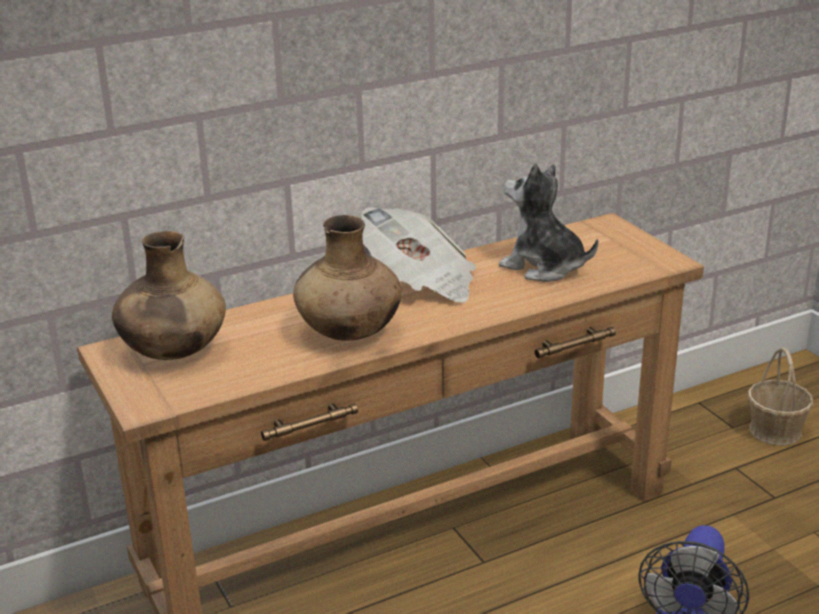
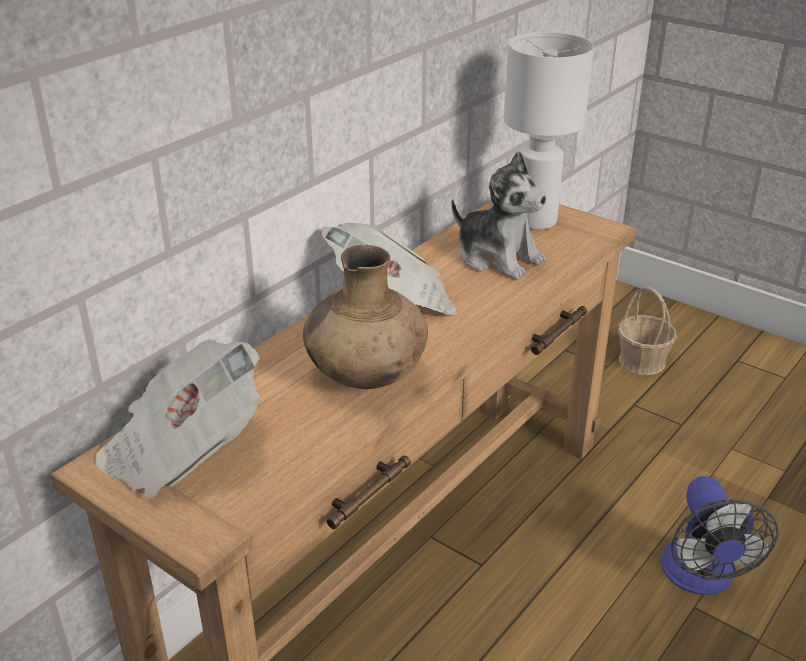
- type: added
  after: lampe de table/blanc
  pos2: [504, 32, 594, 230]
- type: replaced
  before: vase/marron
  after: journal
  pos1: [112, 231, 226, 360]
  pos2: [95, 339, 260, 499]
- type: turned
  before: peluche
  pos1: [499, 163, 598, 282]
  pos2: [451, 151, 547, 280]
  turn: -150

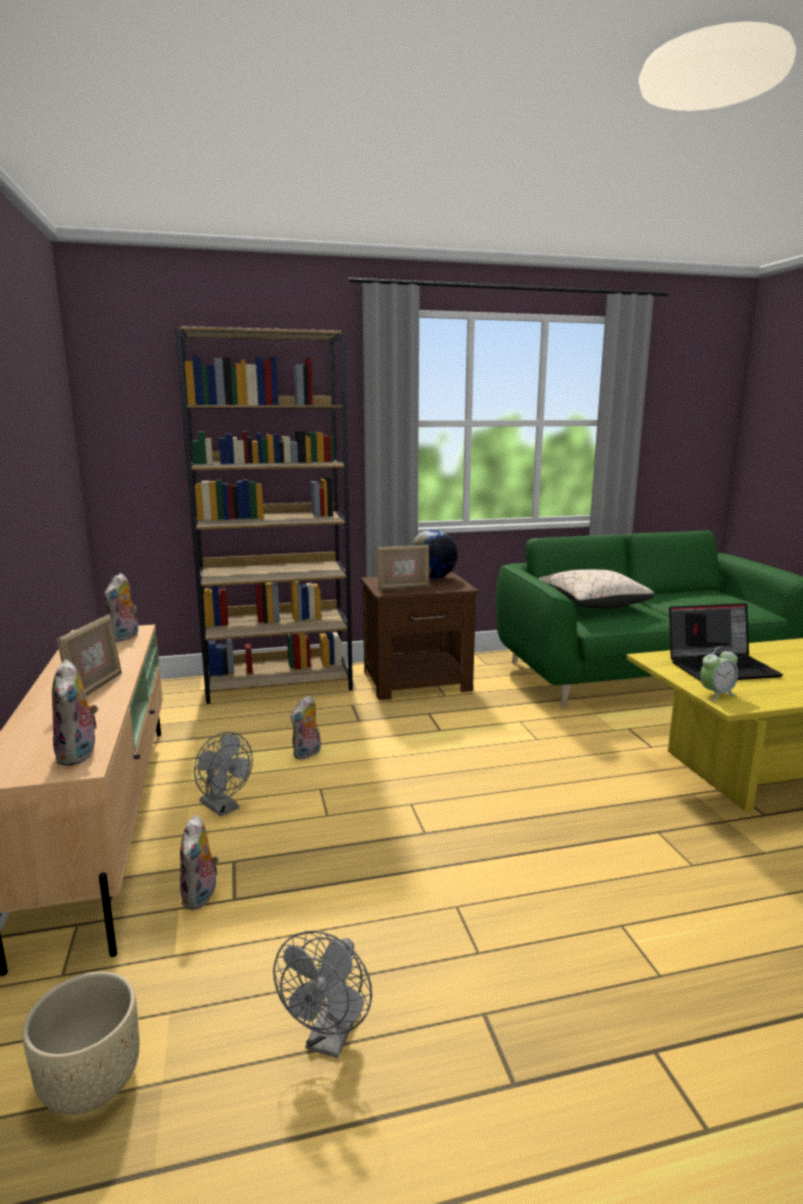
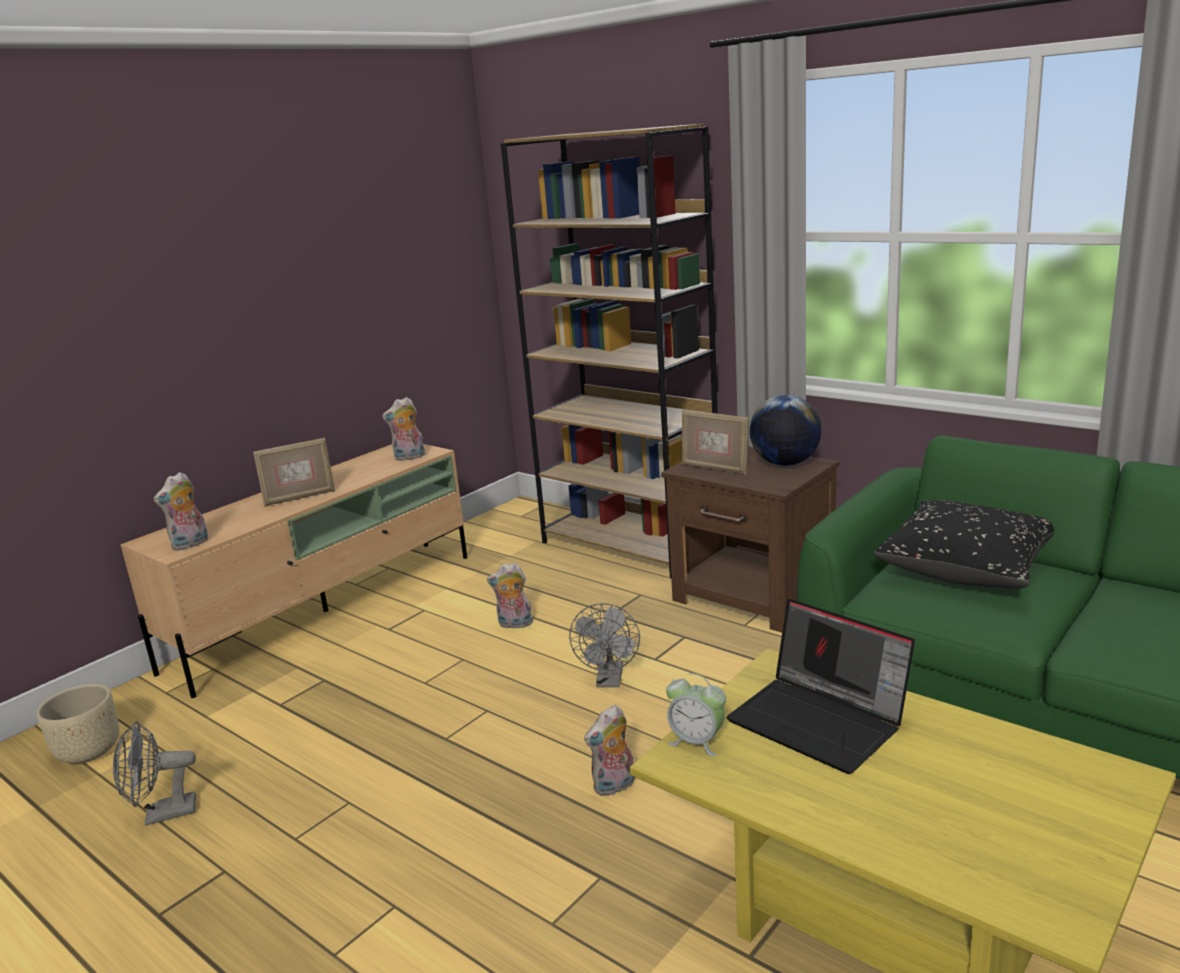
- type: moved
  before: peluche
  pos1: [180, 815, 219, 910]
  pos2: [584, 705, 635, 797]
- type: moved
  before: ventilateur/gris
  pos1: [194, 732, 253, 817]
  pos2: [569, 603, 640, 687]
- type: recoloured
  before: coussin/beige
  after: coussin/noir
  pos1: [539, 569, 655, 609]
  pos2: [874, 500, 1054, 588]

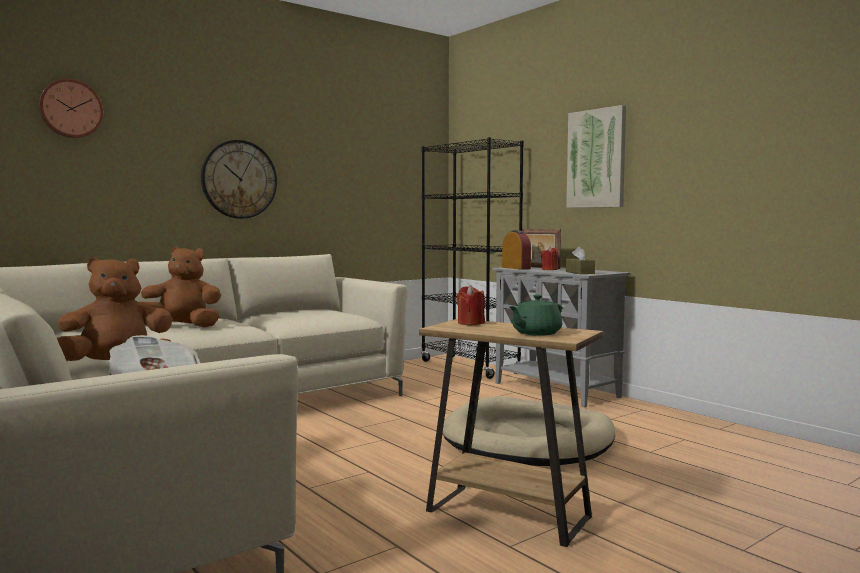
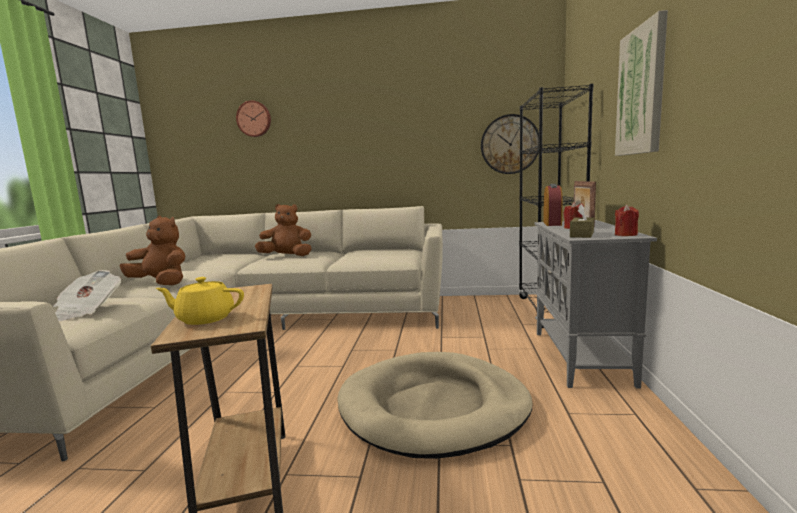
- type: moved
  before: horloge murale
  pos1: [201, 140, 277, 219]
  pos2: [481, 114, 539, 174]
- type: moved
  before: bougie/rouge
  pos1: [456, 285, 485, 325]
  pos2: [615, 205, 639, 236]
- type: recoloured
  before: théière/vert
  after: théière/jaune
  pos1: [509, 295, 562, 336]
  pos2: [156, 277, 244, 325]
- type: turned
  before: peluche/marron
  pos1: [138, 247, 221, 328]
  pos2: [255, 204, 312, 256]
  turn: -45

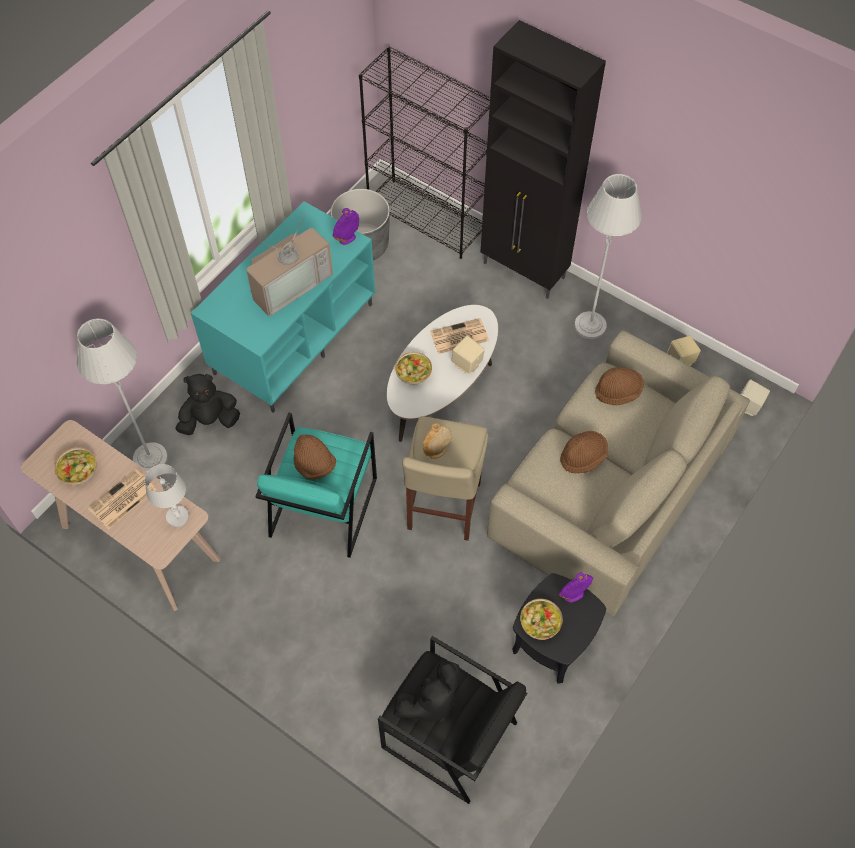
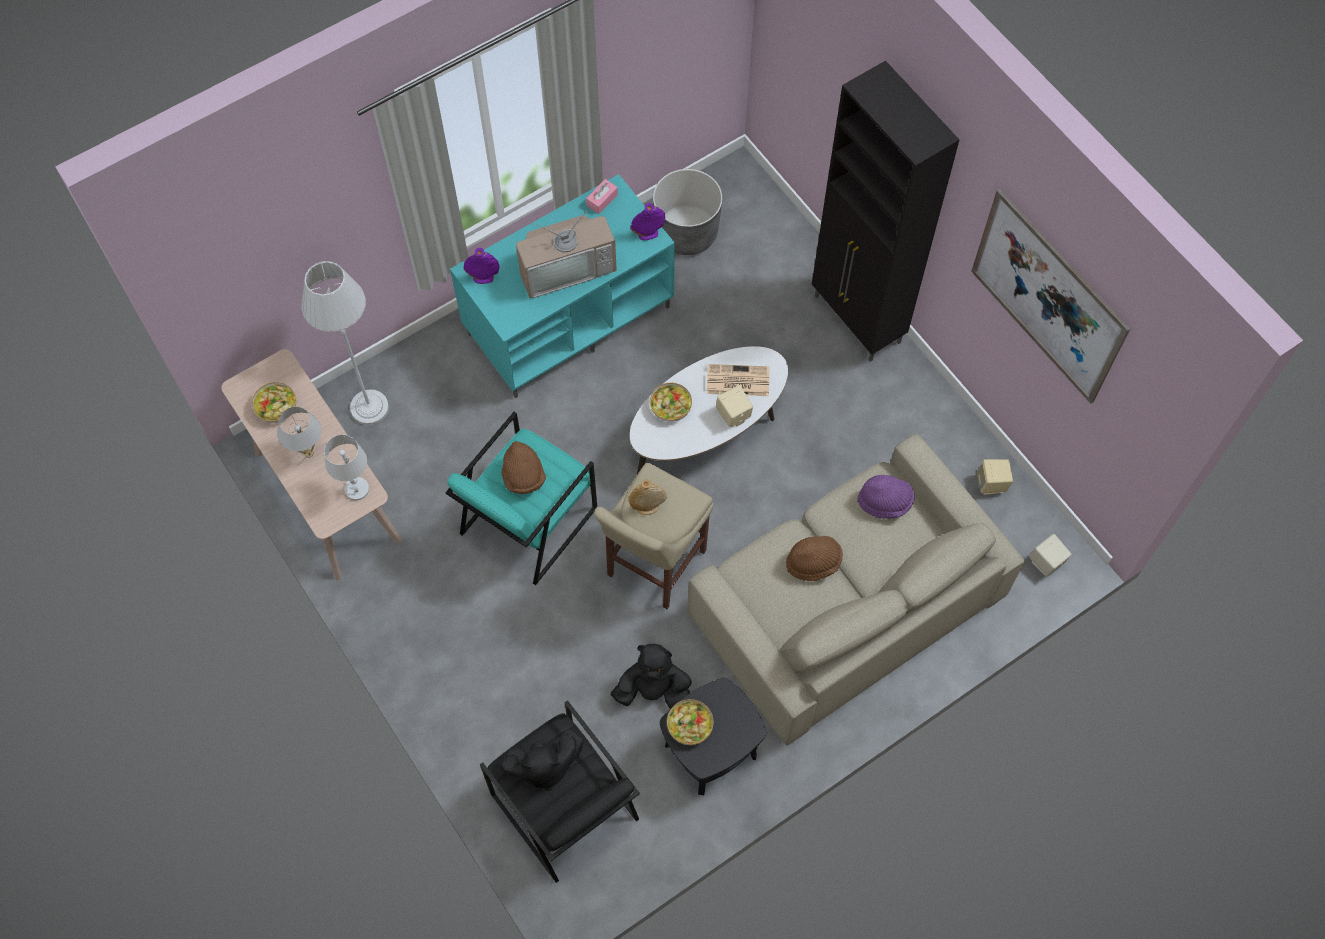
- type: removed
  before: bibliothèque/noir
  pos1: [359, 46, 490, 259]
- type: removed
  before: lampadaire/gris
  pos1: [574, 174, 642, 339]
- type: added
  after: boîte à mouchoirs/rose
  pos2: [586, 179, 618, 214]
- type: added
  after: tableau
  pos2: [971, 189, 1130, 404]
- type: moved
  before: peluche/noir
  pos1: [175, 374, 240, 435]
  pos2: [611, 644, 692, 709]
- type: moved
  before: vase/violet
  pos1: [559, 573, 593, 602]
  pos2: [464, 248, 500, 284]
- type: replaced
  before: journal
  after: lampe de table/blanc
  pos1: [88, 469, 157, 529]
  pos2: [277, 407, 321, 458]
- type: recoloured
  before: chapeau/marron
  after: chapeau/violet
  pos1: [595, 367, 644, 405]
  pos2: [857, 475, 915, 519]

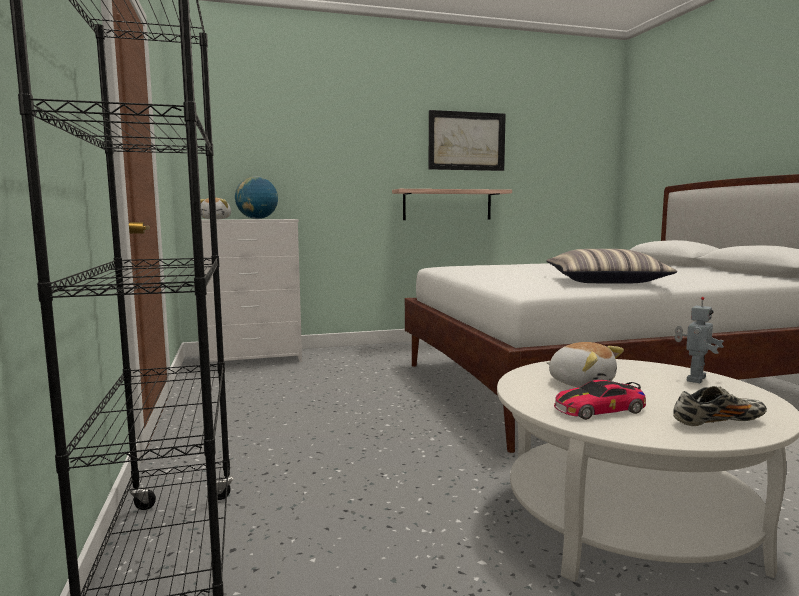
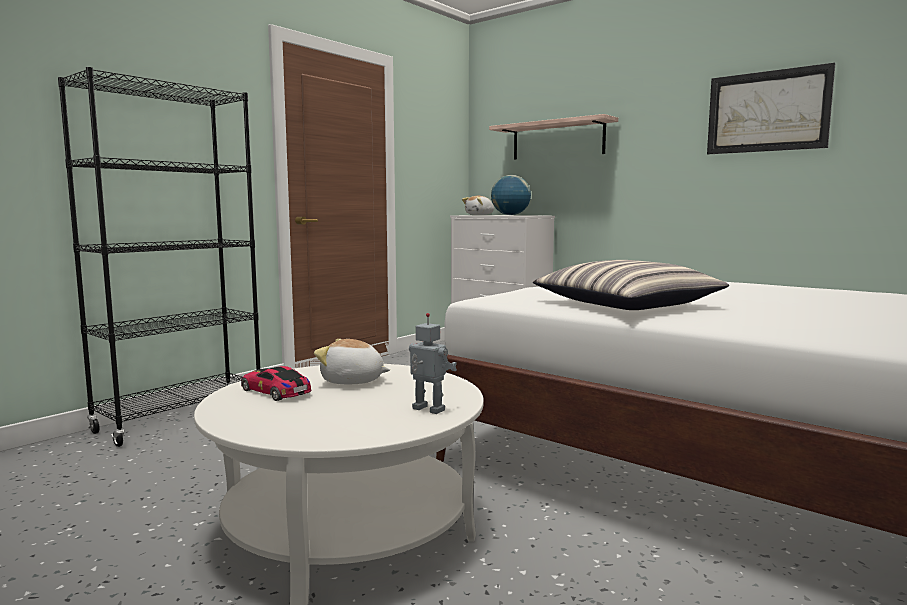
- type: removed
  before: chaussure
  pos1: [673, 386, 767, 426]
- type: moved
  before: étagère
  pos1: [392, 189, 512, 220]
  pos2: [489, 114, 618, 160]
- type: turned
  before: peluche
  pos1: [547, 342, 624, 387]
  pos2: [314, 339, 390, 384]
  turn: 90
- type: turned
  before: robot jouet
  pos1: [674, 297, 724, 383]
  pos2: [409, 313, 457, 414]
  turn: -150

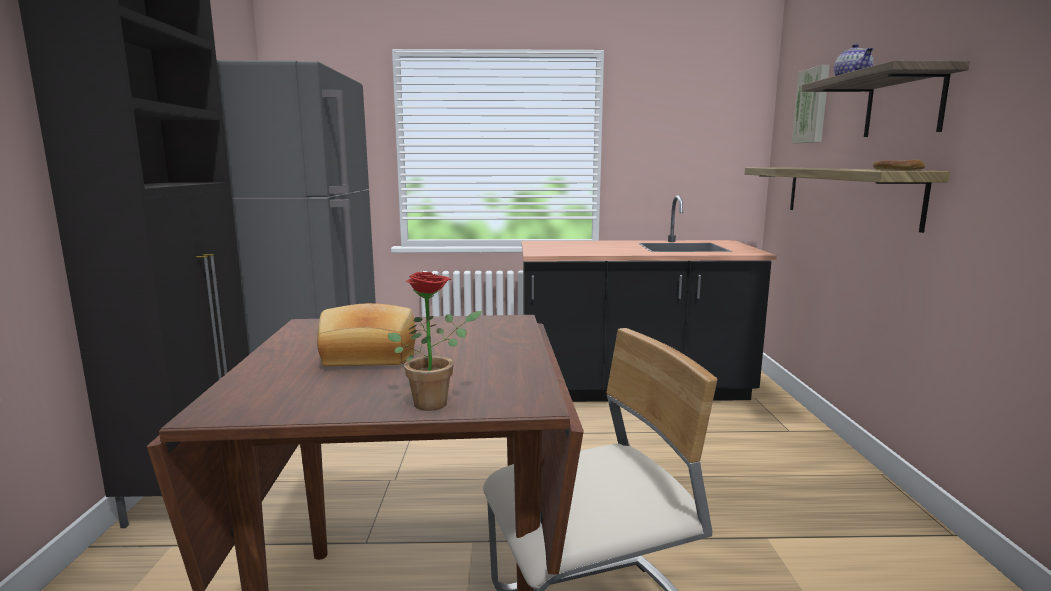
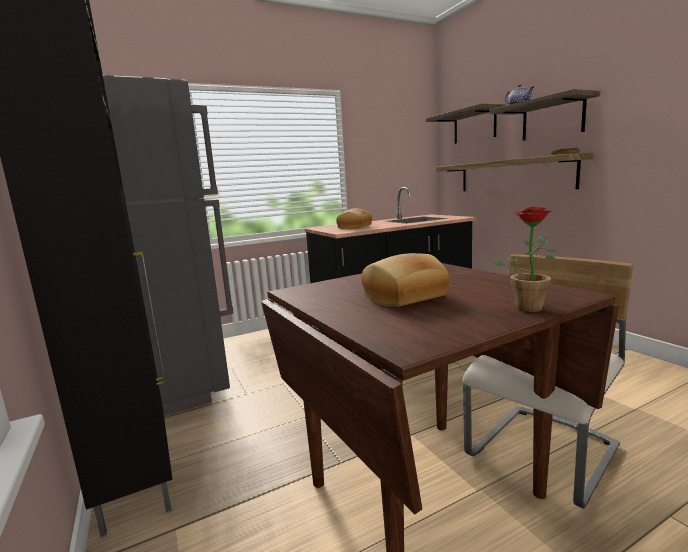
- type: added
  after: pain
  pos2: [336, 208, 372, 229]
- type: replaced
  before: tableau
  after: étagère
  pos1: [792, 65, 830, 143]
  pos2: [426, 104, 505, 144]

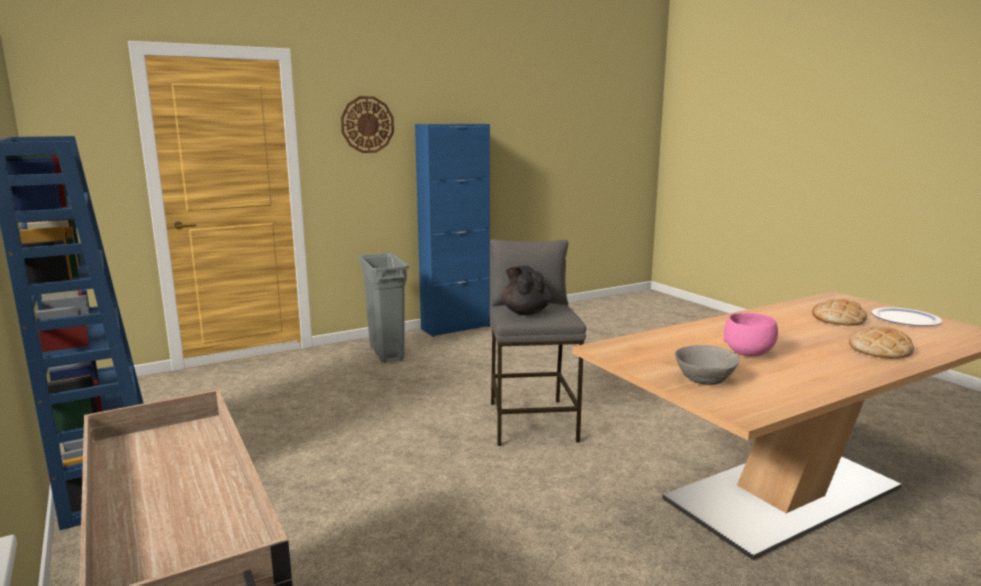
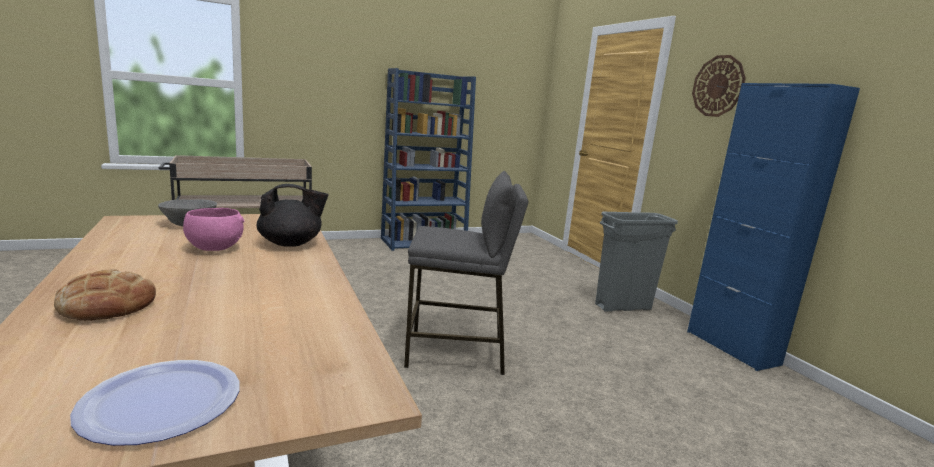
- type: removed
  before: pain
  pos1: [812, 299, 867, 326]
- type: moved
  before: théière/noir
  pos1: [502, 265, 551, 315]
  pos2: [256, 184, 329, 247]

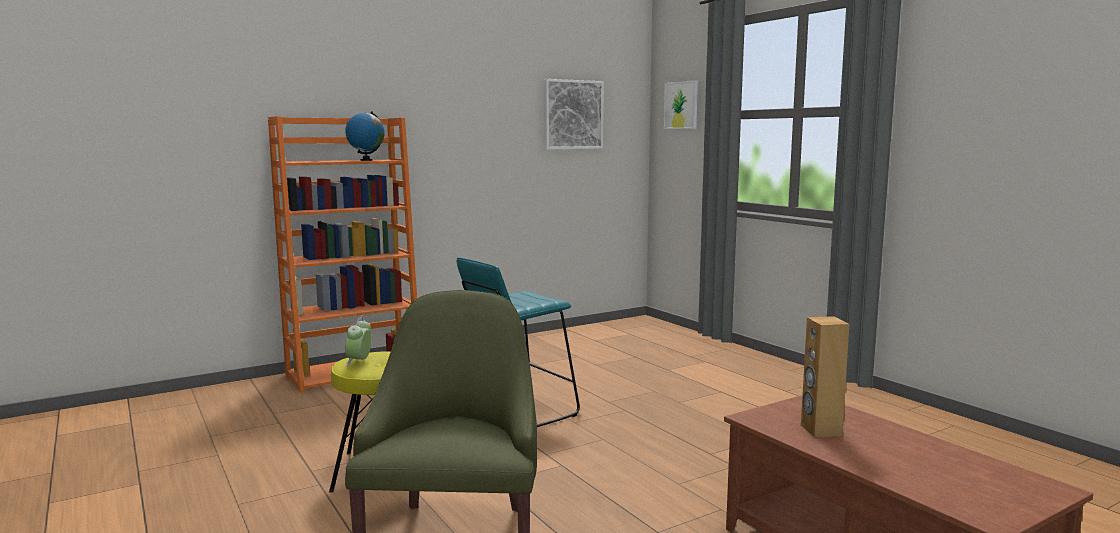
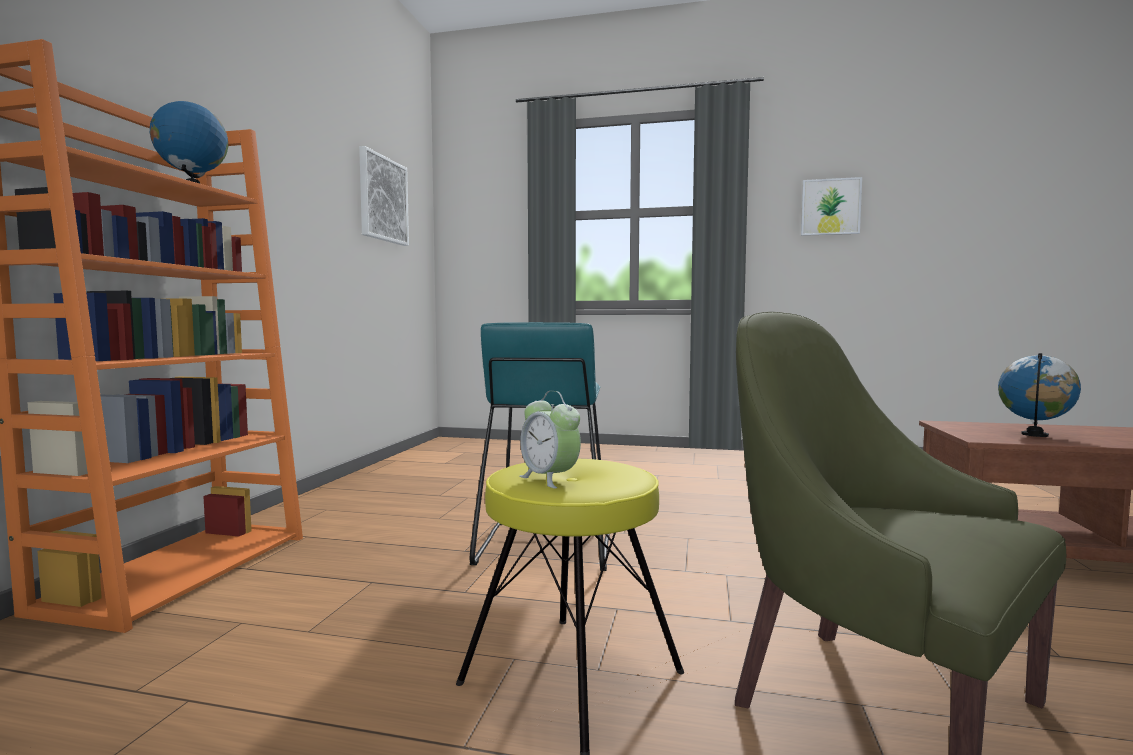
- type: moved
  before: tableau
  pos1: [664, 80, 698, 129]
  pos2: [801, 177, 862, 236]
- type: replaced
  before: enceinte/marron
  after: globe
  pos1: [801, 316, 849, 438]
  pos2: [998, 353, 1081, 437]

